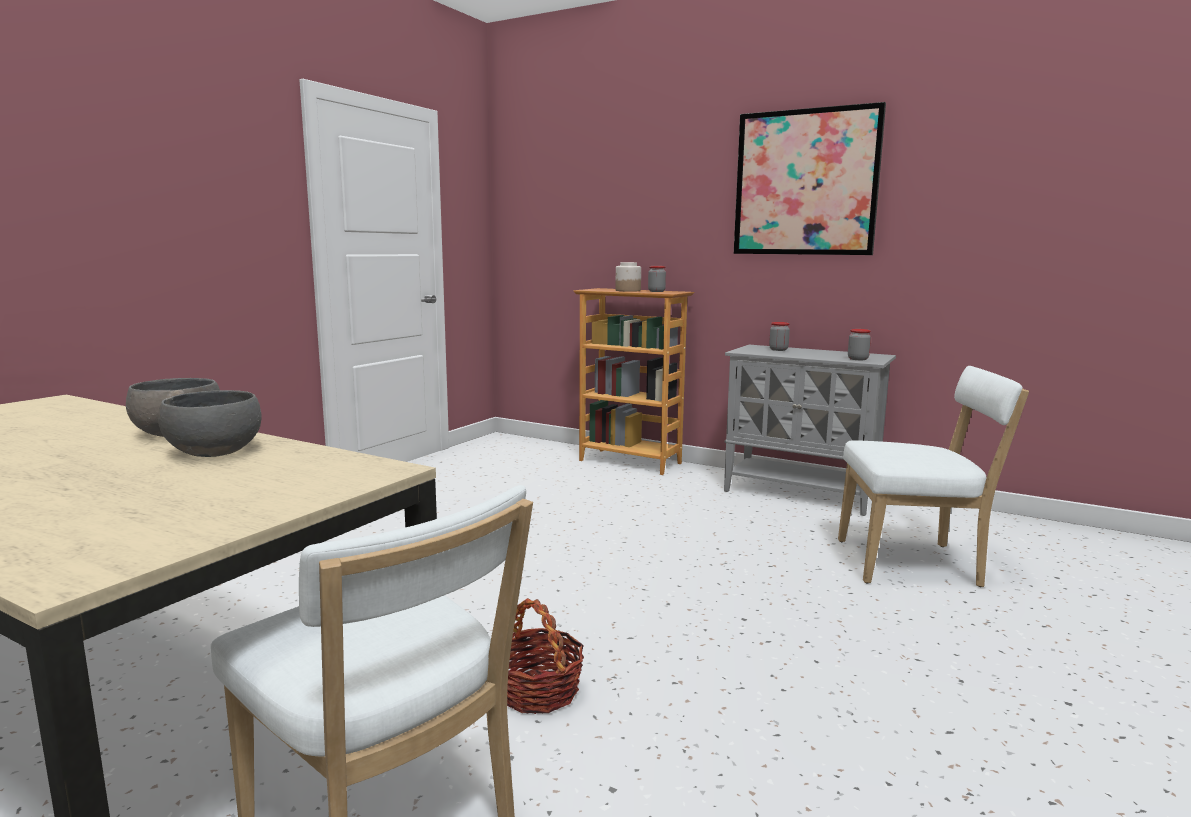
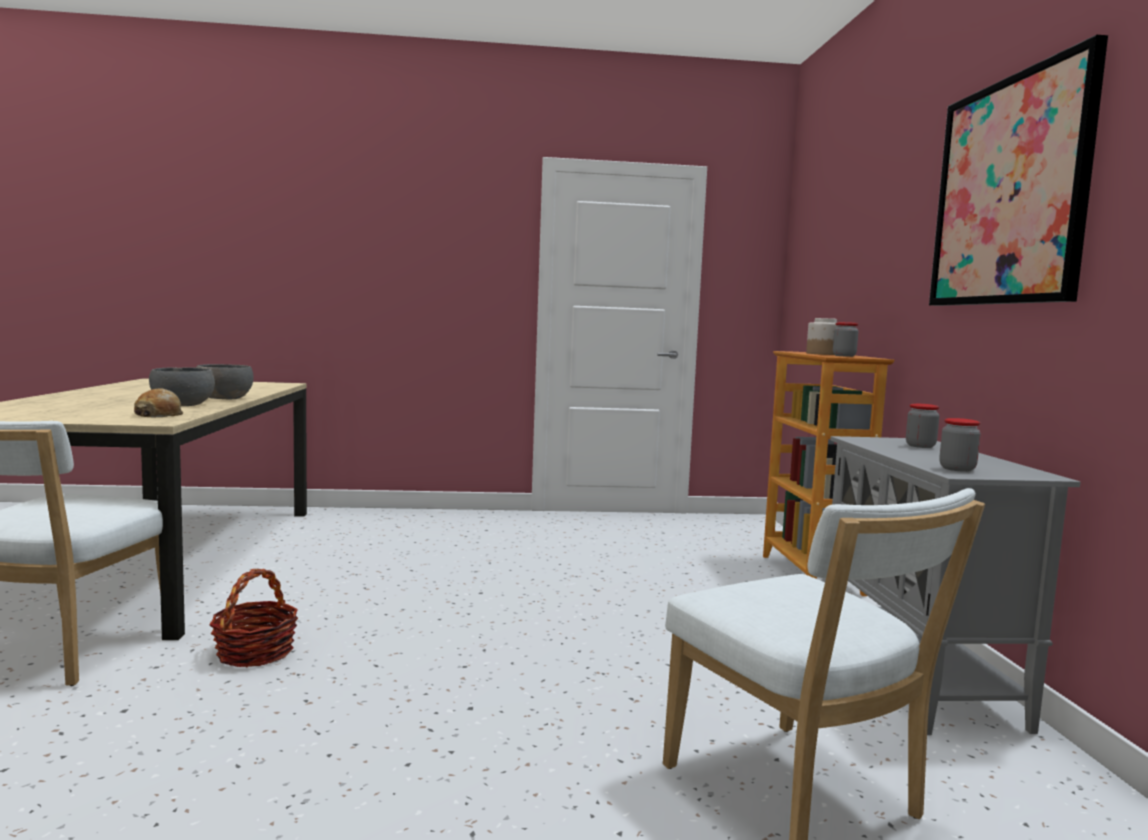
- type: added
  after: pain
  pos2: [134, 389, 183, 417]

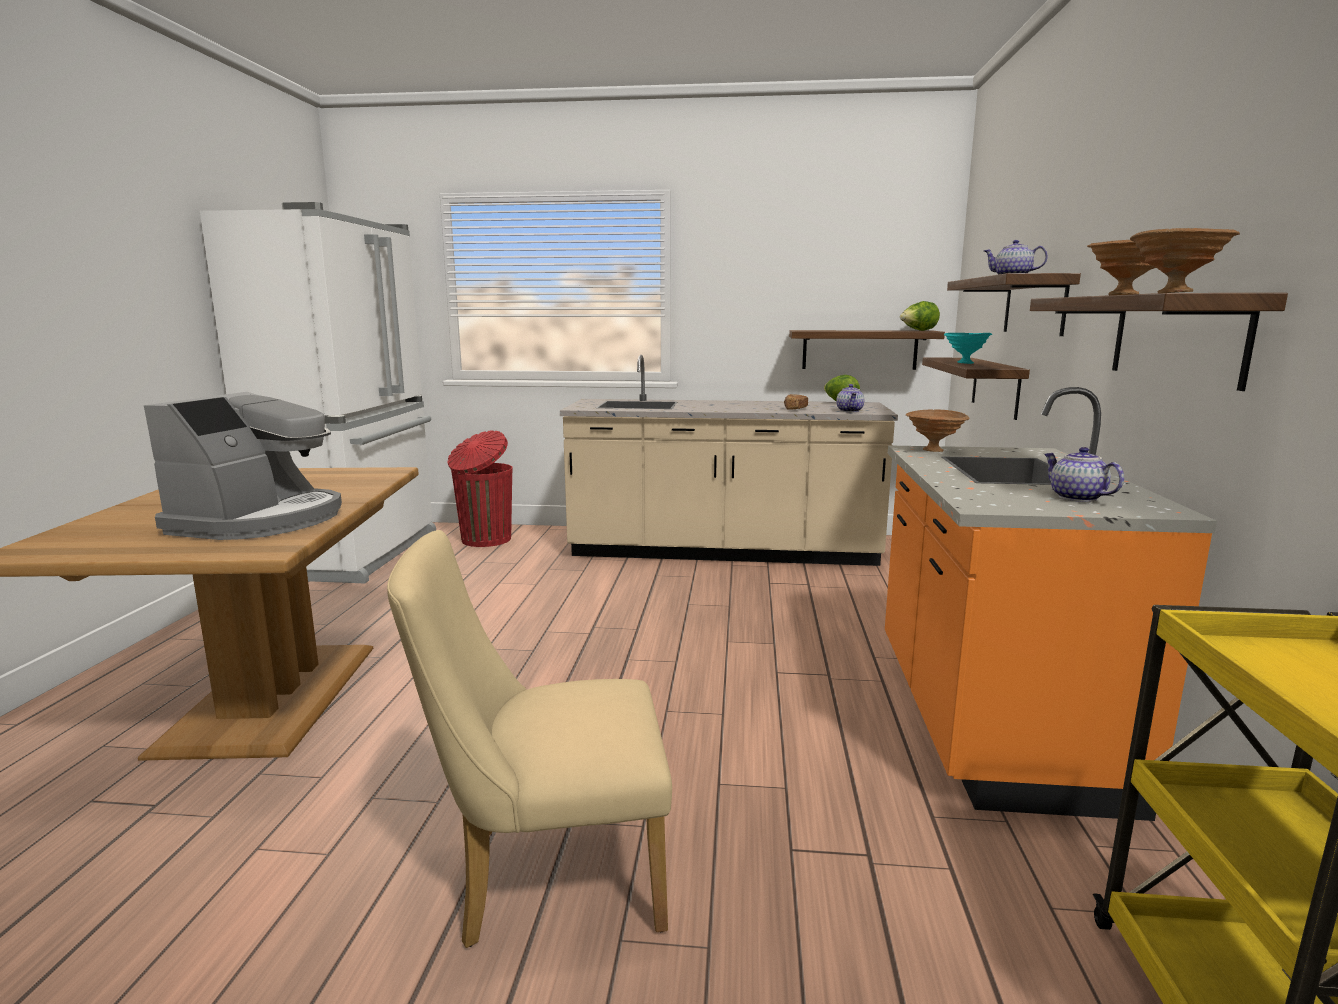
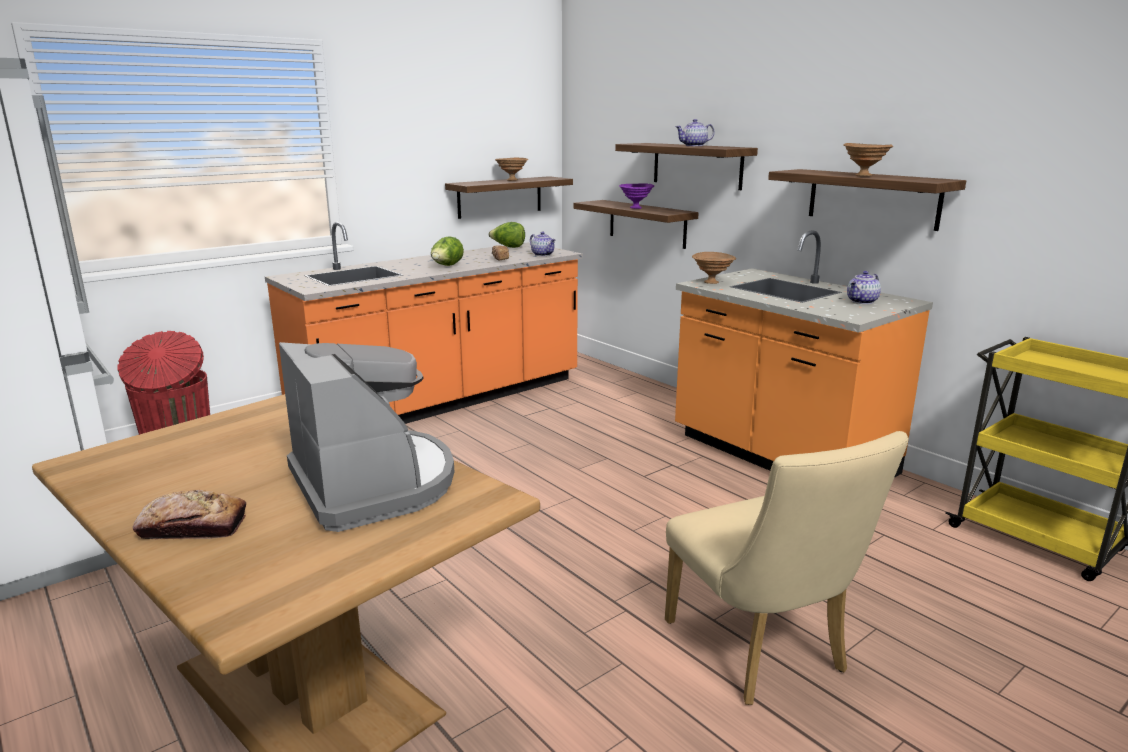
- type: added
  after: pain
  pos2: [133, 490, 246, 539]
- type: moved
  before: laitue
  pos1: [900, 301, 940, 331]
  pos2: [431, 236, 464, 266]
- type: moved
  before: bol/marron
  pos1: [1130, 228, 1240, 293]
  pos2: [495, 158, 528, 181]
- type: recoloured
  before: comptoir de cuisine/beige
  after: comptoir de cuisine/orange
  pos1: [560, 355, 898, 566]
  pos2: [265, 222, 583, 424]
- type: recoloured
  before: bol/turquoise
  after: bol/violet
  pos1: [944, 333, 992, 364]
  pos2: [619, 183, 654, 209]
- type: turned
  before: chaise/beige
  pos1: [387, 530, 672, 948]
  pos2: [665, 431, 909, 705]
  turn: -60
- type: turned
  before: théière
  pos1: [1044, 447, 1124, 502]
  pos2: [847, 271, 881, 304]
  turn: -60

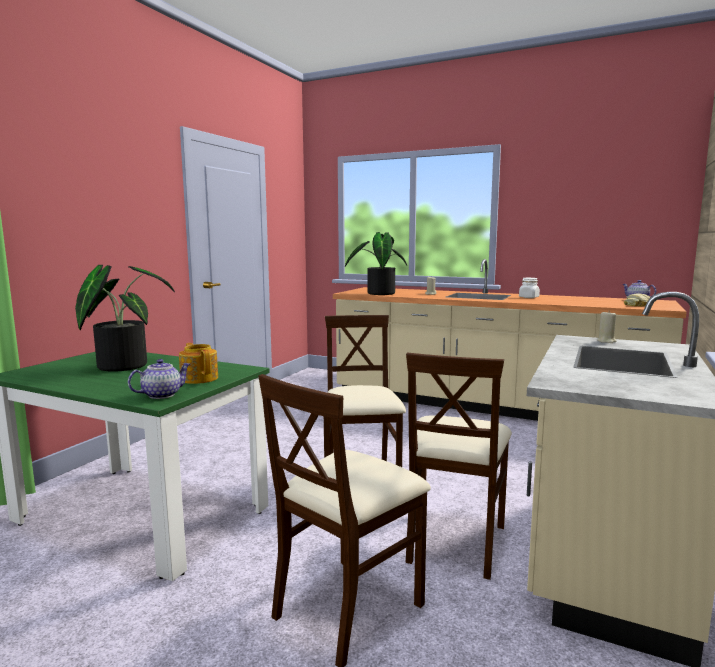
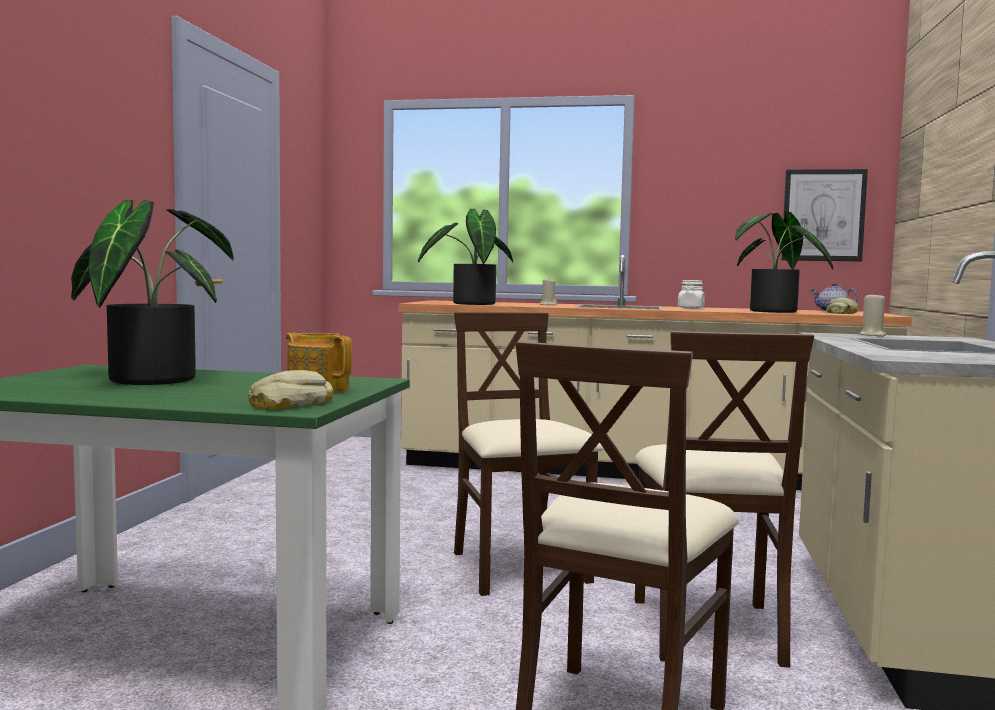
- type: added
  after: plante en pot
  pos2: [735, 212, 833, 313]
- type: added
  after: tableau
  pos2: [781, 169, 868, 262]
- type: replaced
  before: théière
  after: pain
  pos1: [128, 359, 190, 399]
  pos2: [248, 370, 334, 410]

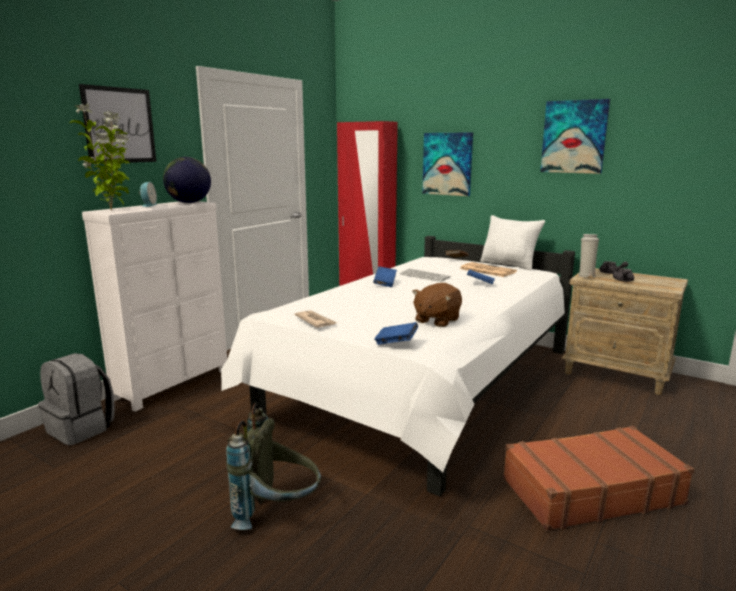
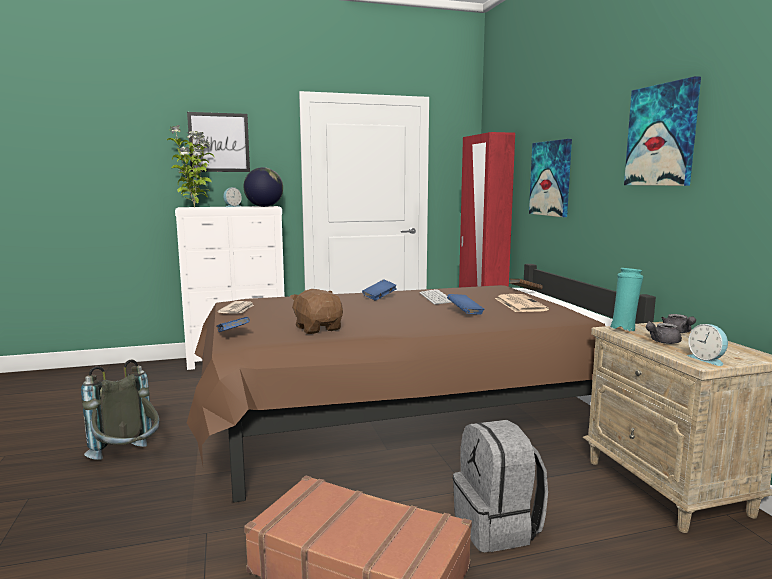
- type: removed
  before: coussin/blanc
  pos1: [480, 215, 545, 270]
- type: added
  after: réveil
  pos2: [687, 324, 728, 366]
- type: moved
  before: sac à dos/gris
  pos1: [38, 353, 115, 445]
  pos2: [453, 420, 548, 553]
- type: recoloured
  before: lit/blanc
  after: lit/marron
  pos1: [221, 236, 575, 497]
  pos2: [187, 264, 656, 503]
- type: recoloured
  before: vase/blanc
  after: vase/turquoise
  pos1: [578, 234, 599, 278]
  pos2: [609, 268, 644, 331]
- type: turned
  before: peluche/marron
  pos1: [412, 283, 462, 327]
  pos2: [290, 289, 343, 334]
  turn: 75

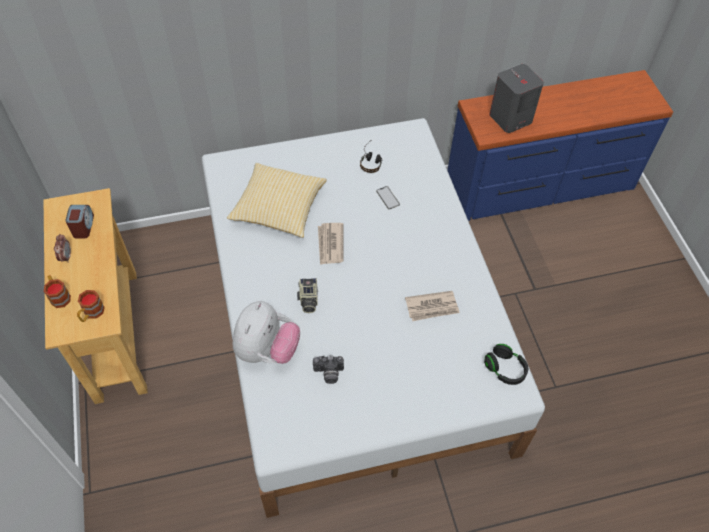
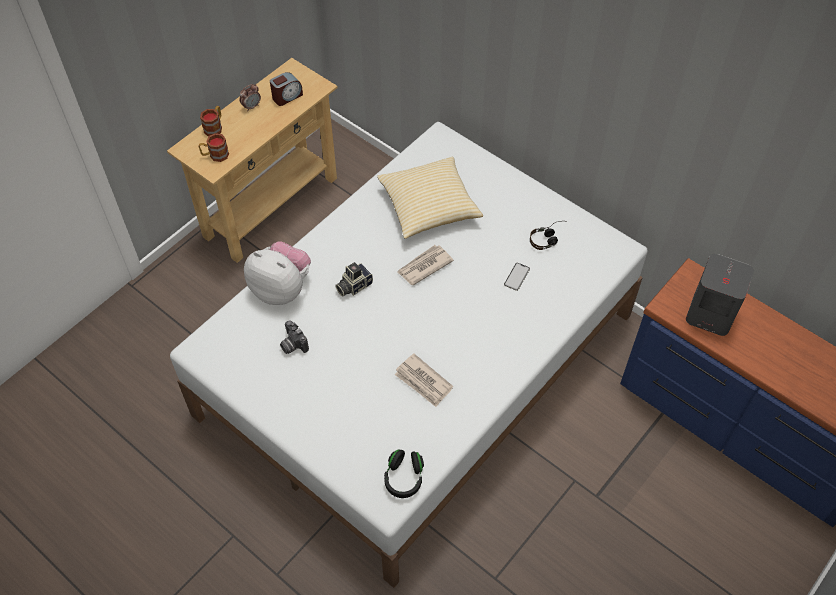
- type: turned
  before: peluche
  pos1: [233, 301, 300, 364]
  pos2: [244, 241, 311, 305]
  turn: -135

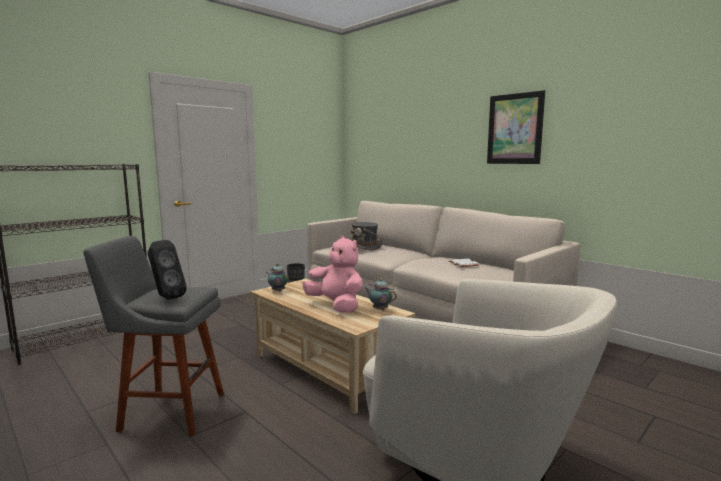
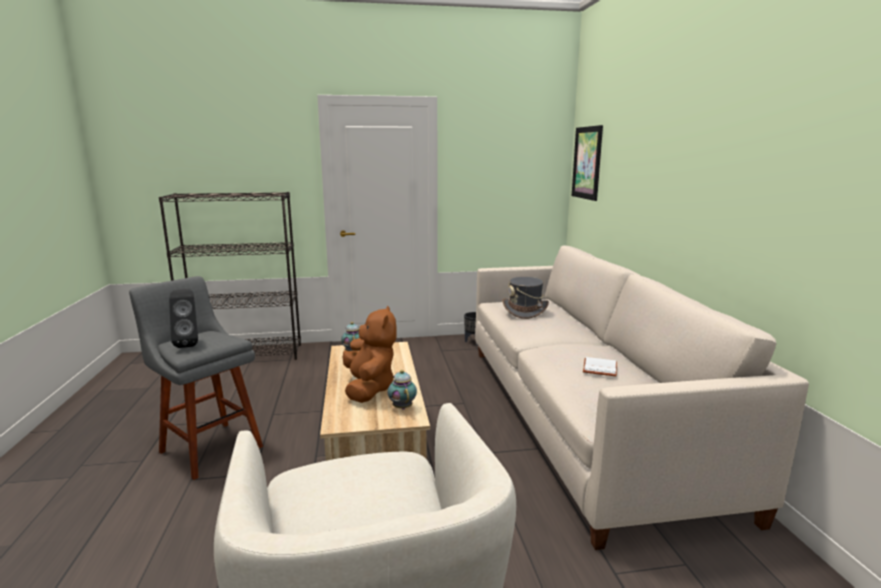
- type: moved
  before: tableau
  pos1: [487, 90, 545, 164]
  pos2: [572, 125, 603, 201]
- type: recoloured
  before: peluche/rose
  after: peluche/marron
  pos1: [302, 236, 363, 313]
  pos2: [343, 305, 397, 403]

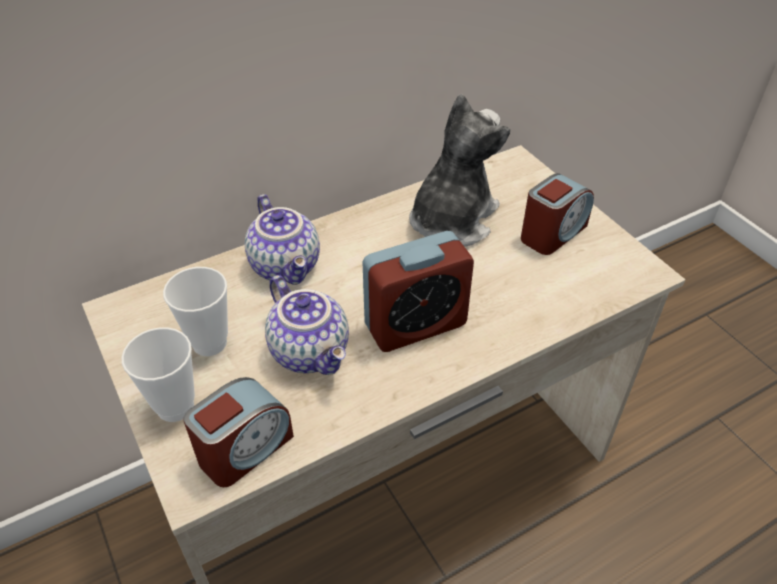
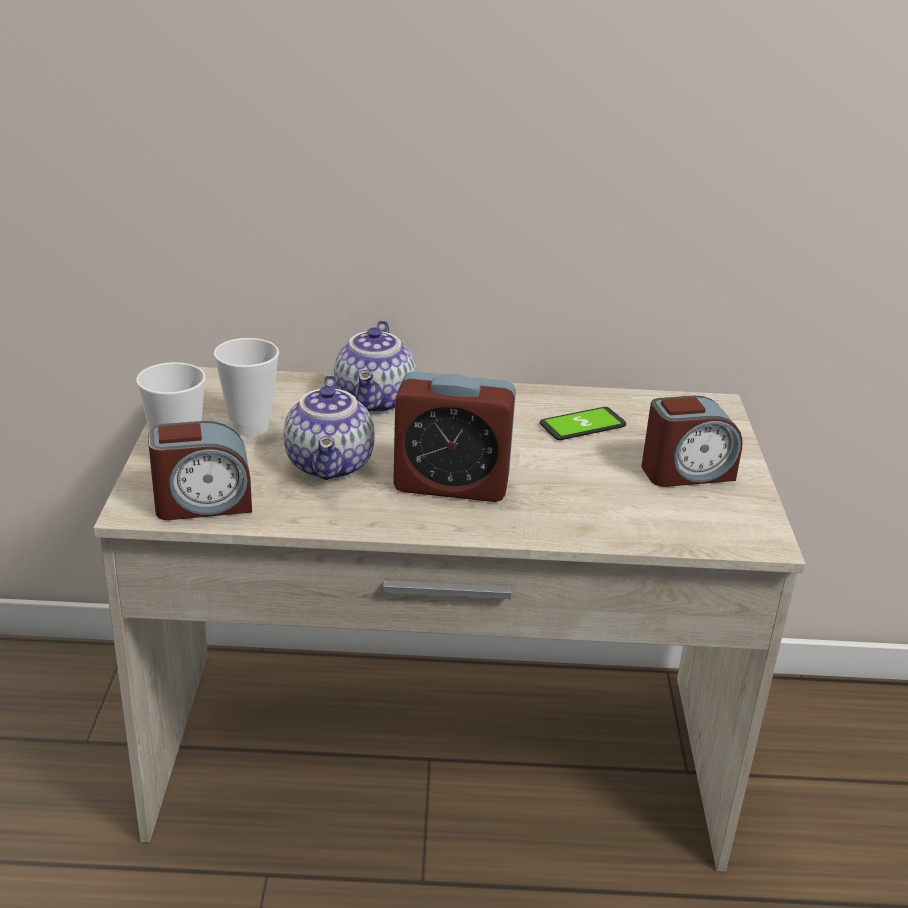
- type: replaced
  before: peluche
  after: téléphone
  pos1: [409, 94, 510, 247]
  pos2: [540, 407, 626, 440]

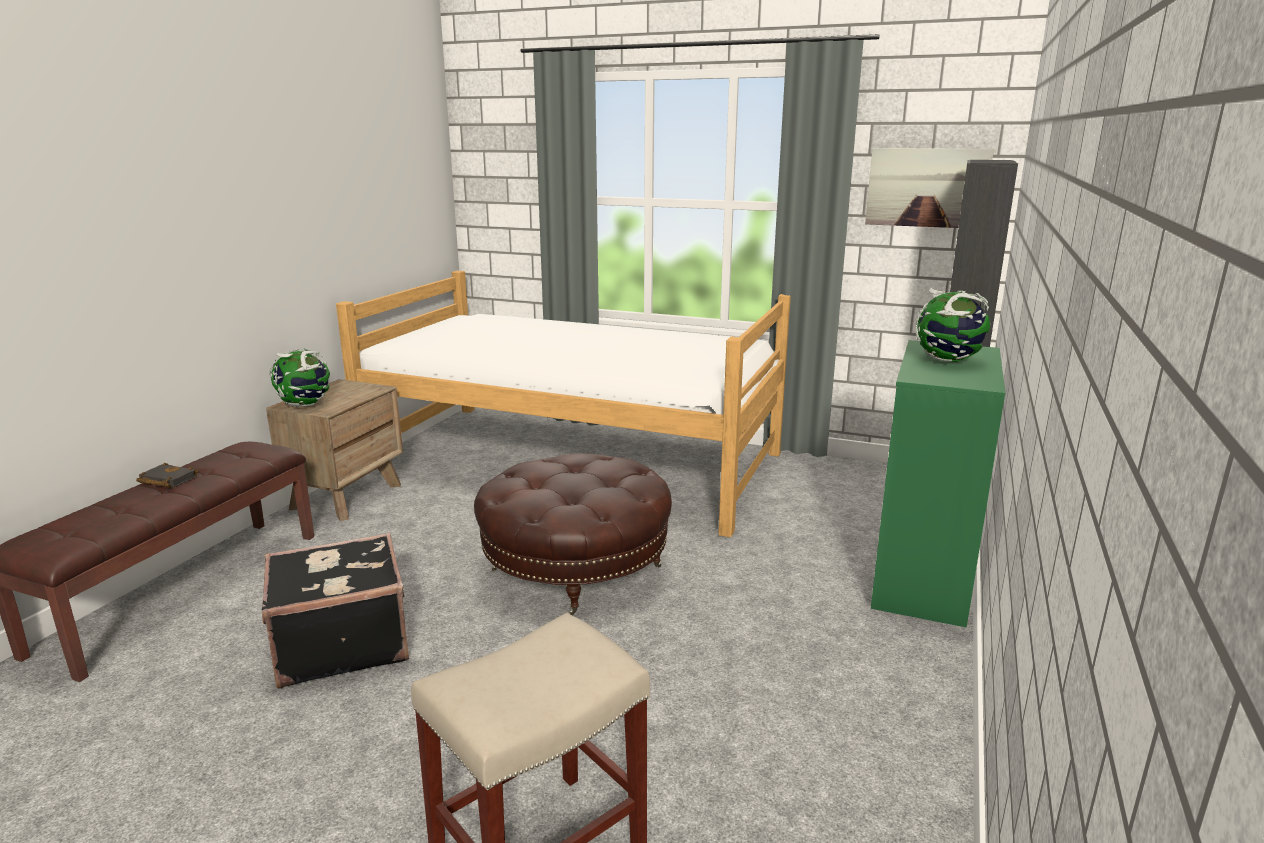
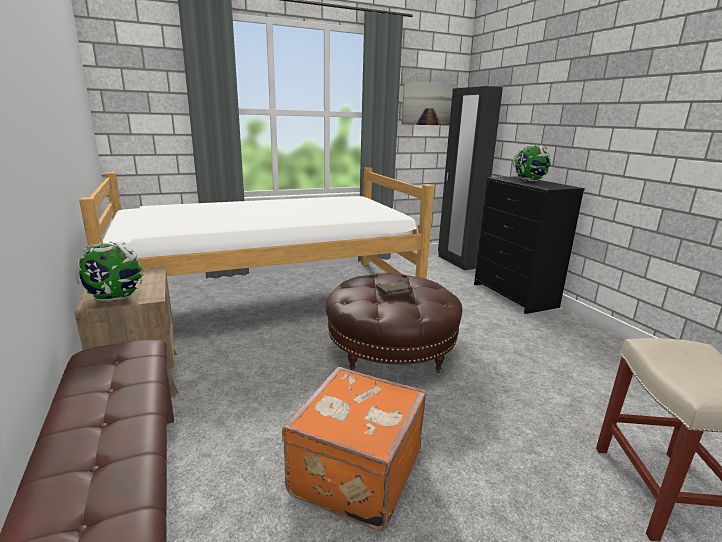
- type: moved
  before: livre/noir
  pos1: [136, 463, 199, 488]
  pos2: [376, 280, 413, 297]
- type: recoloured
  before: valise/noir
  after: valise/orange
  pos1: [262, 533, 409, 689]
  pos2: [282, 367, 426, 531]
- type: recoloured
  before: commode/vert
  after: commode/noir
  pos1: [871, 340, 1005, 627]
  pos2: [474, 176, 585, 314]

